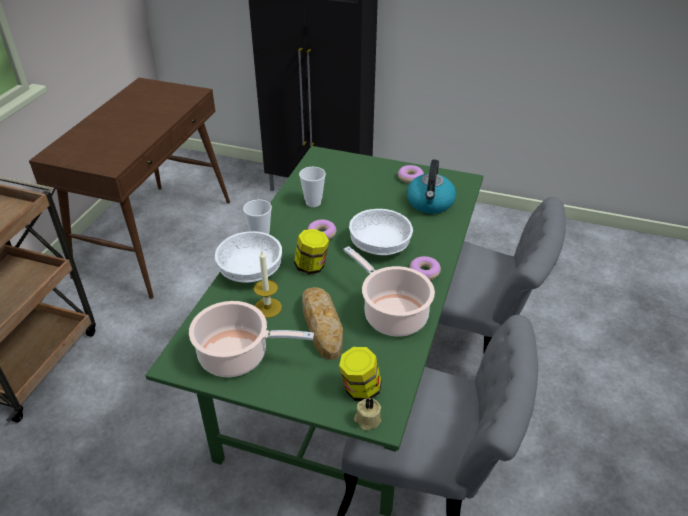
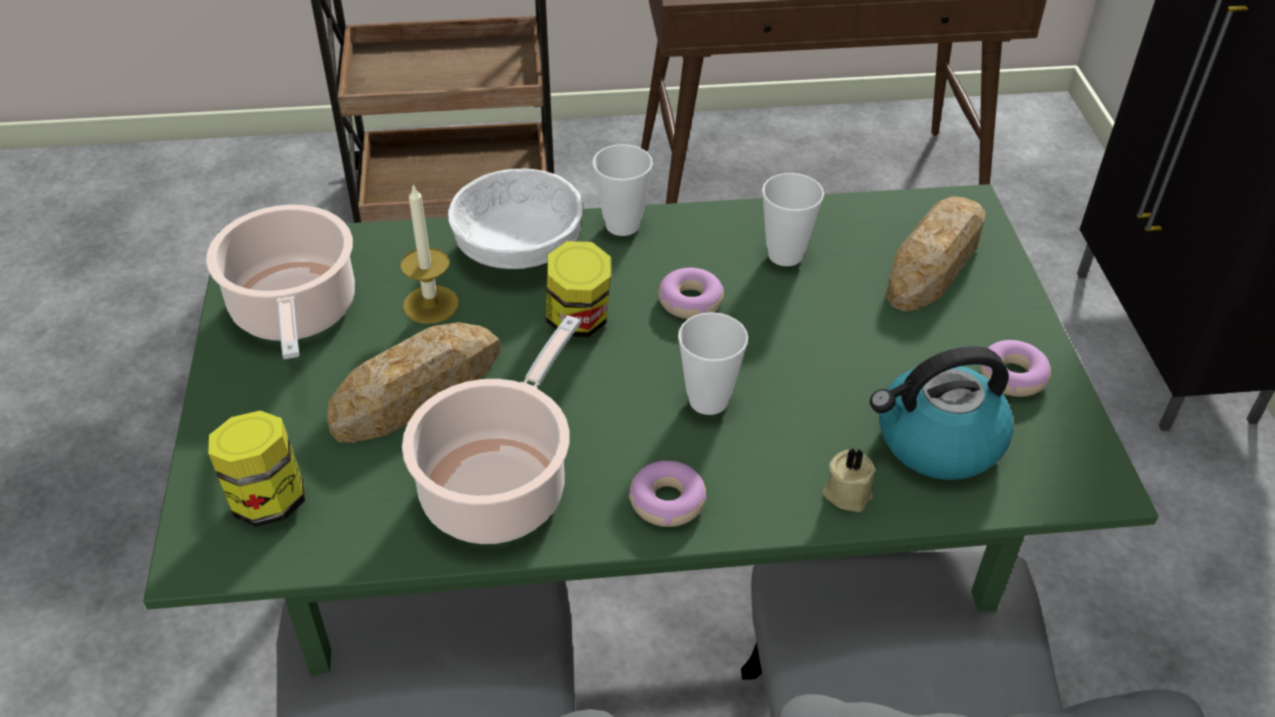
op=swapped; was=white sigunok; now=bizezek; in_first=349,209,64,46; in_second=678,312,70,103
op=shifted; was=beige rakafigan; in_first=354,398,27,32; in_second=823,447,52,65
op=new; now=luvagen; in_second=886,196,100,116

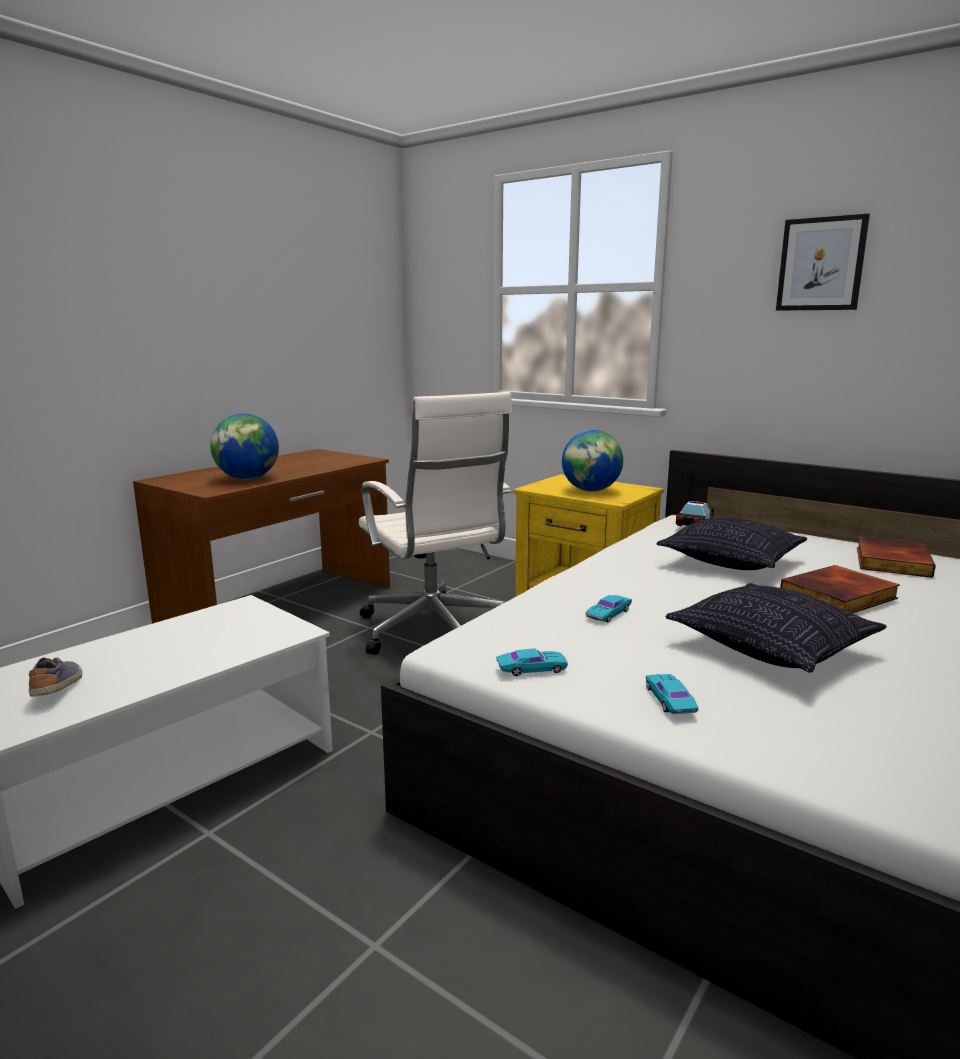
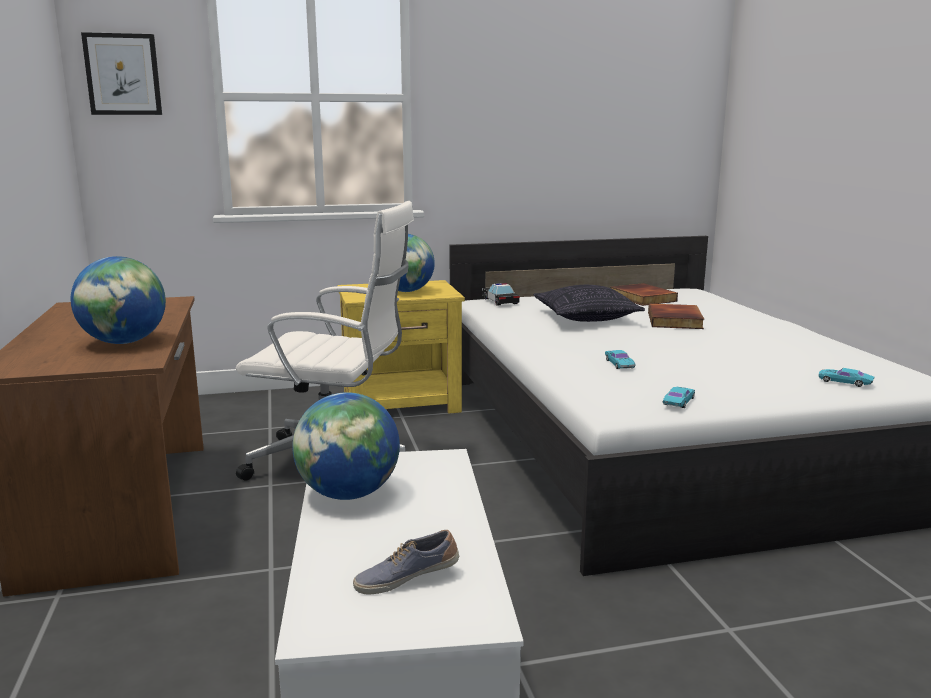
op=rotated; was=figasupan; in_first=29,657,53,40; in_second=353,530,106,64; clockwise=-45
op=shifted; was=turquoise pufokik; in_first=646,674,52,40; in_second=818,368,56,19
op=gone; was=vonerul; in_first=665,583,222,90
op=shifted; was=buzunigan; in_first=776,214,94,97; in_second=81,32,81,83
op=new; now=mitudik; in_second=292,392,108,108

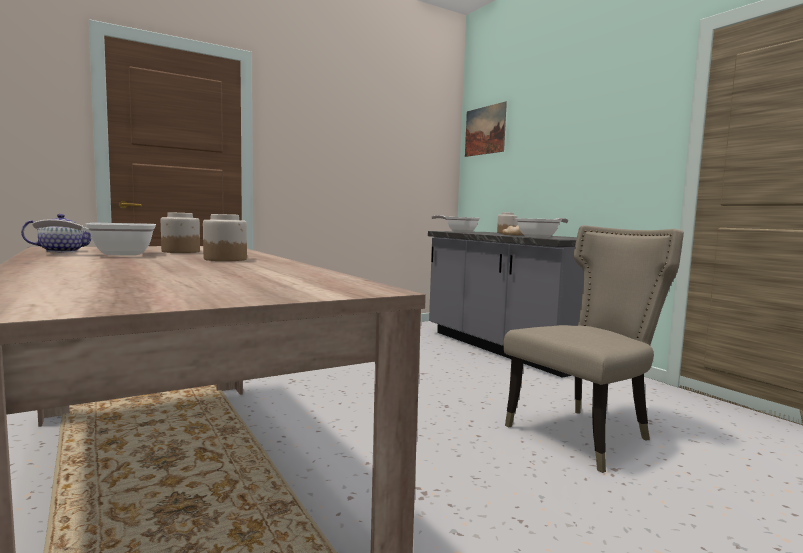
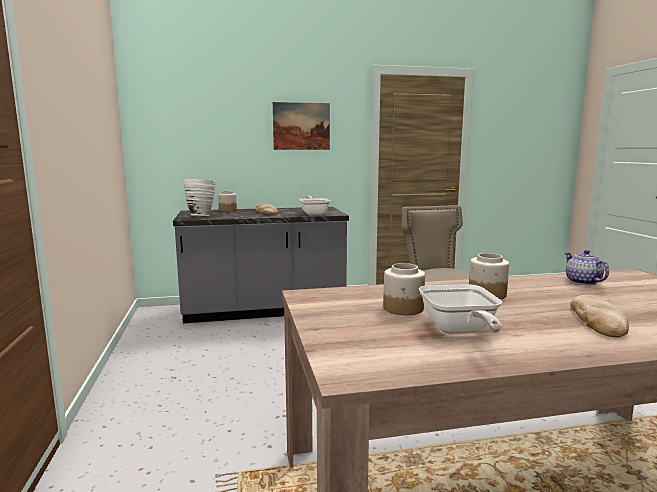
op=shifted; was=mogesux; in_first=21,214,70,38; in_second=565,250,44,35
op=swapped; was=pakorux; now=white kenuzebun; in_first=431,215,49,17; in_second=184,179,32,37
op=shifted; was=buzunigan; in_first=465,101,42,56; in_second=273,102,57,48
op=new; now=luvagen; in_second=571,294,58,43

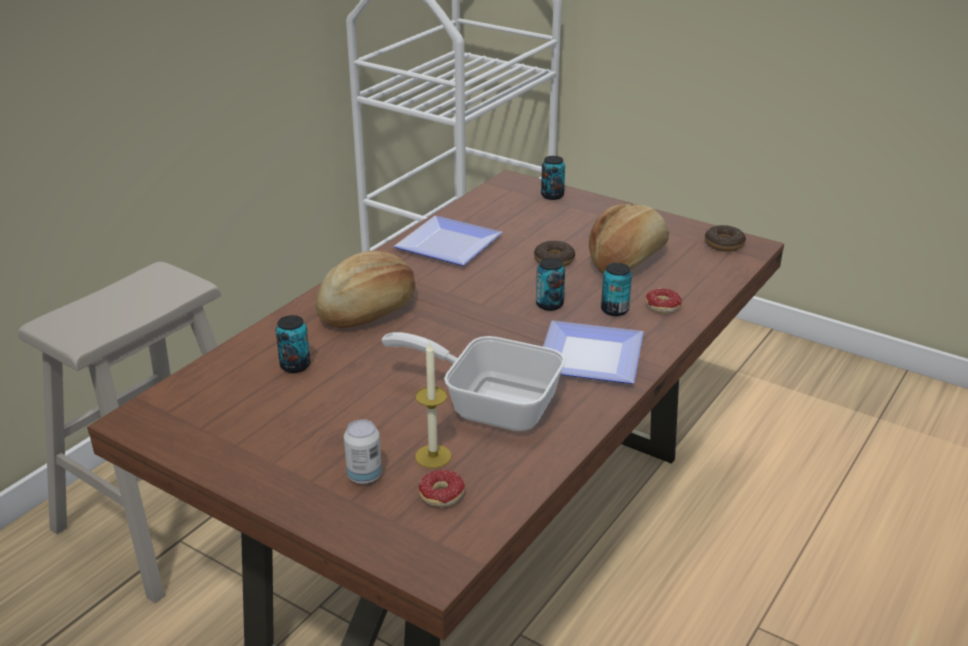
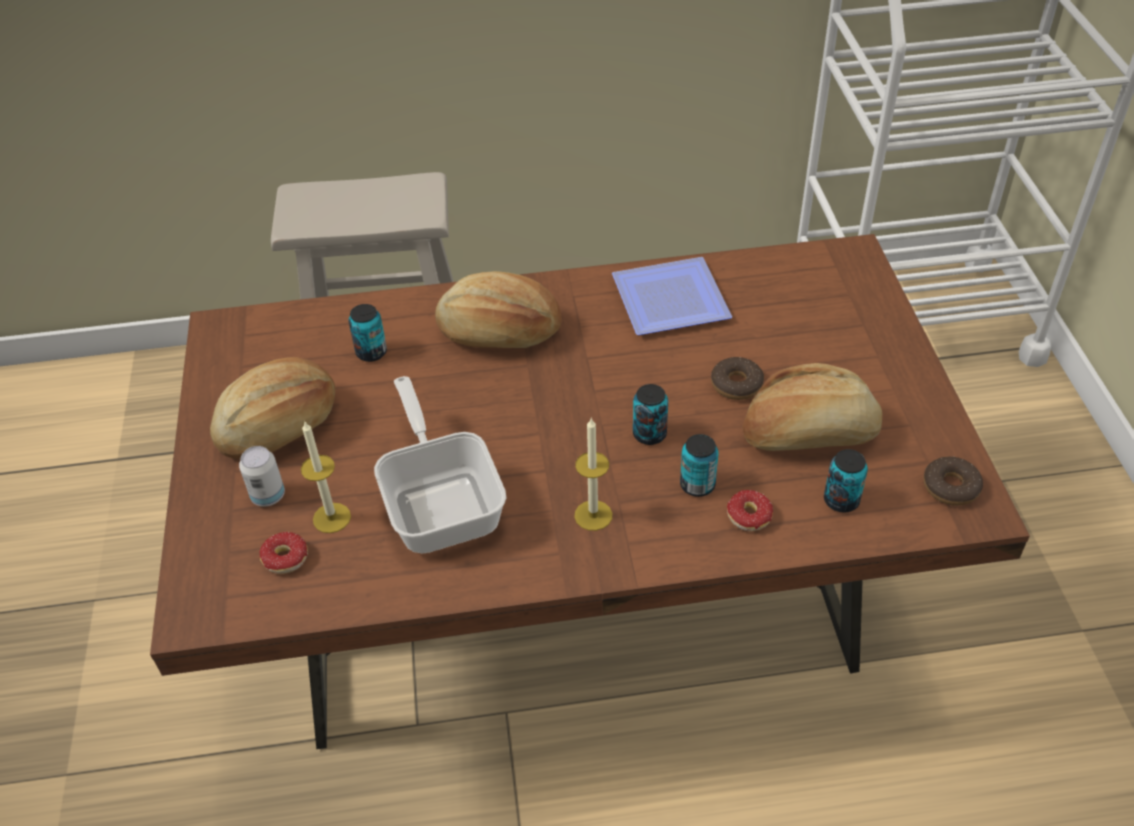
op=shifted; was=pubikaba; in_first=541,156,24,44; in_second=824,449,44,63
op=swapped; was=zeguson; now=rakafigan; in_first=543,321,101,63; in_second=574,417,38,114
op=new; now=luvagen; in_second=210,357,125,103

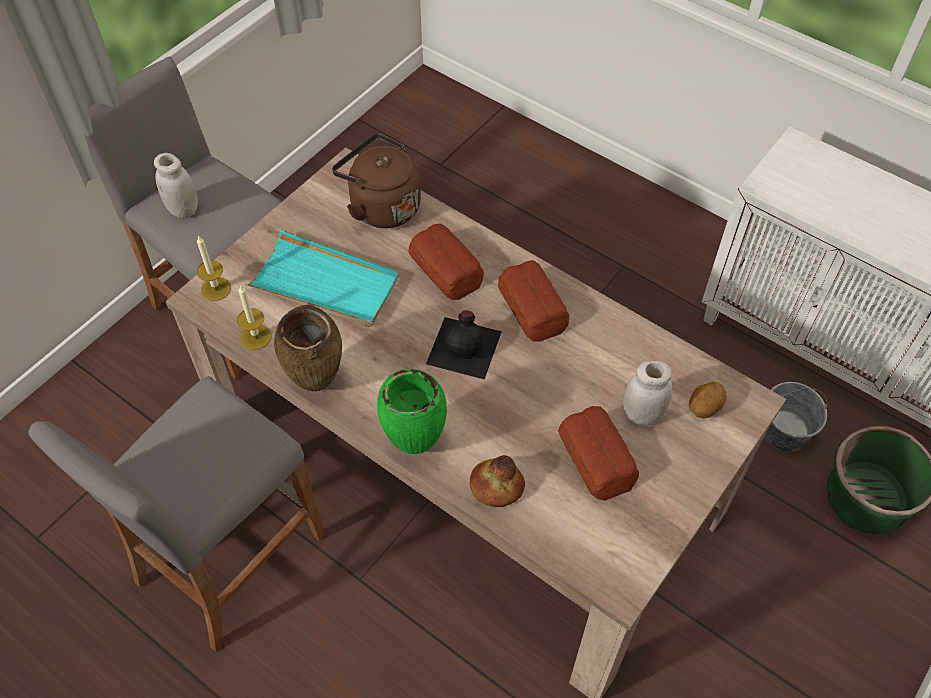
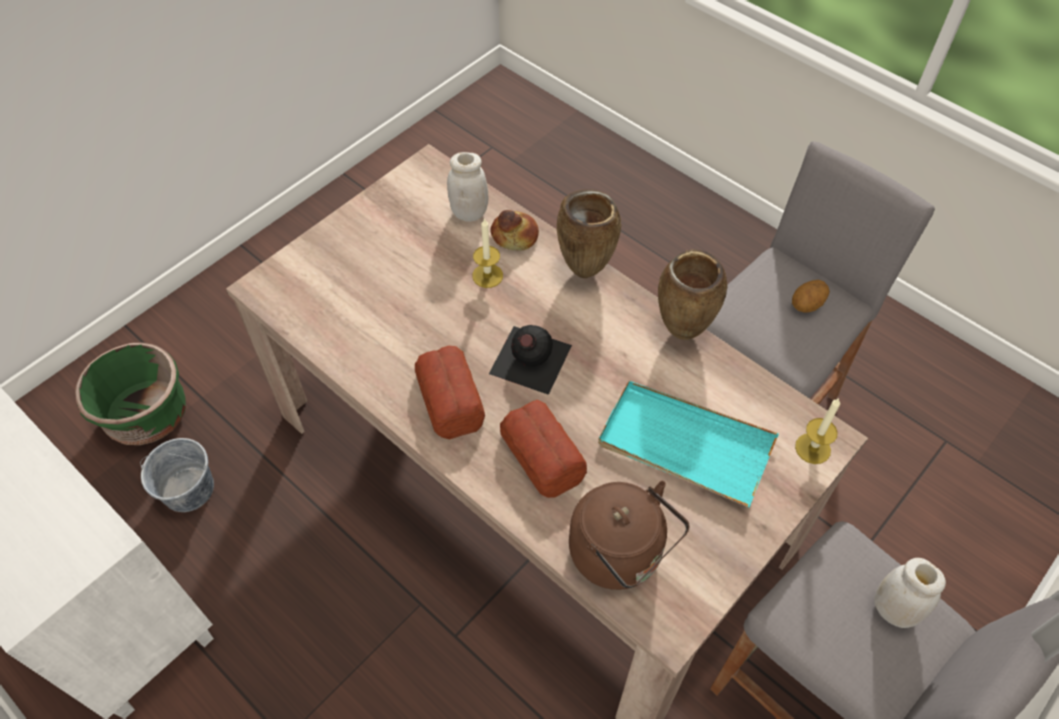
op=shifted; was=rakafigan; in_first=237,285,34,65; in_second=473,218,30,70
op=repainted; was=green kenuzebun; now=brown kenuzebun; in_first=377,369,70,85; in_second=557,189,64,89
op=gone; was=luvagen; in_first=558,406,81,95
op=shifted; was=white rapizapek; in_first=623,361,49,65; in_second=447,152,41,70
op=shifted; was=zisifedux; in_first=689,382,38,37; in_second=792,280,38,33

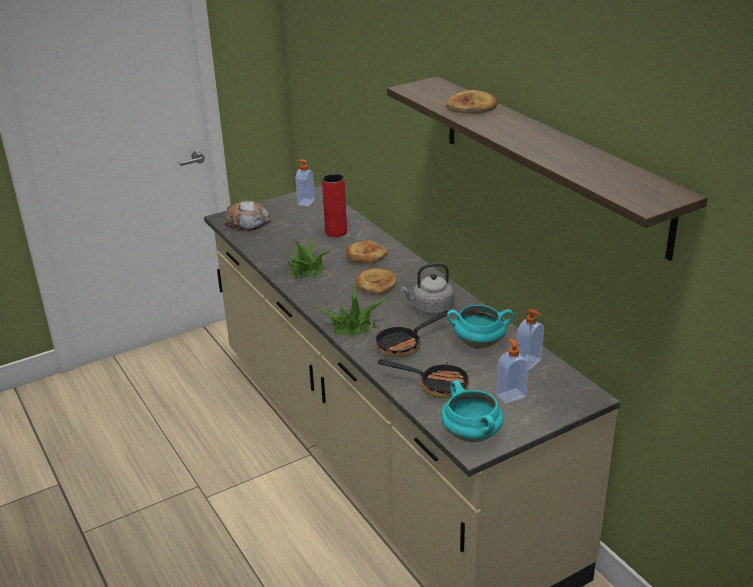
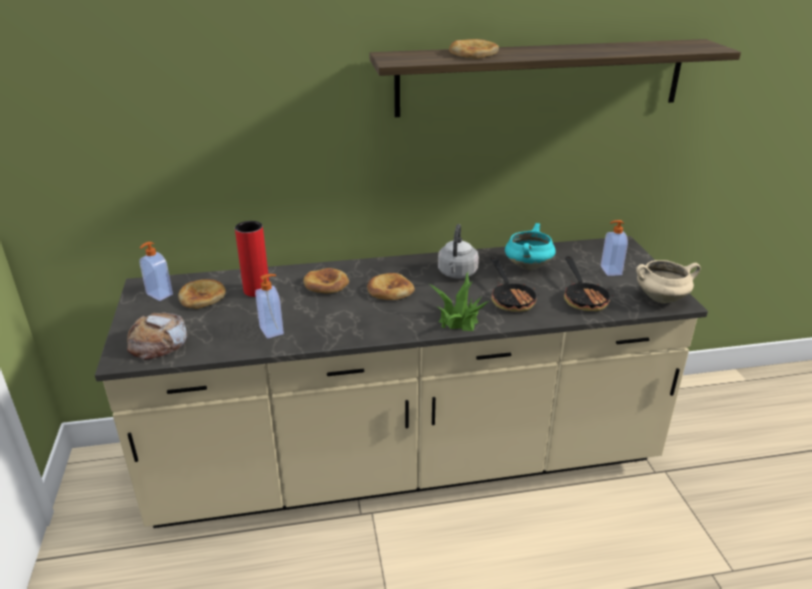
op=gone; was=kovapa; in_first=282,238,49,41
op=rotated; was=pakorux; in_first=378,359,91,40; in_second=564,256,49,55; clockwise=135
op=repainted; was=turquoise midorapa; now=beige midorapa; in_first=441,380,62,62; in_second=636,260,65,43
op=shifted; was=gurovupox; in_first=516,309,28,61; in_second=255,274,29,65
op=new; now=luvagen; in_second=178,279,48,30

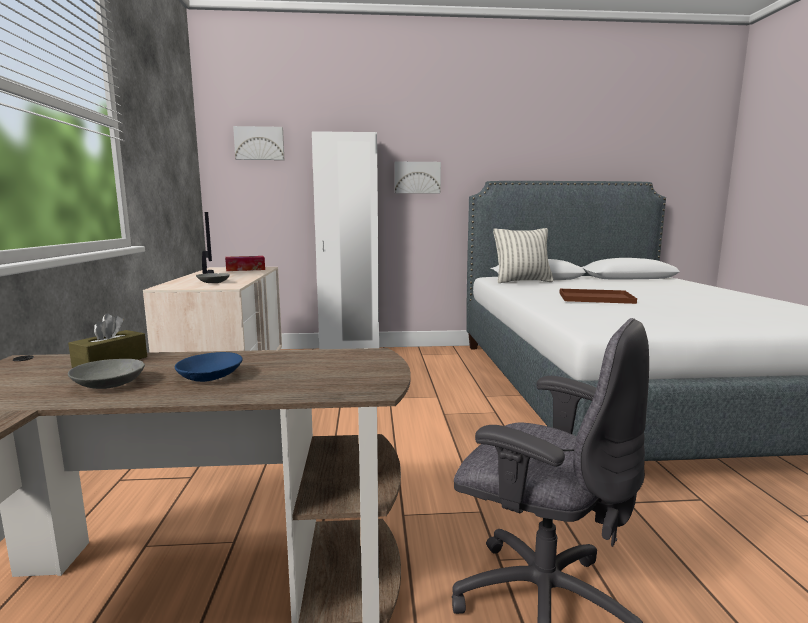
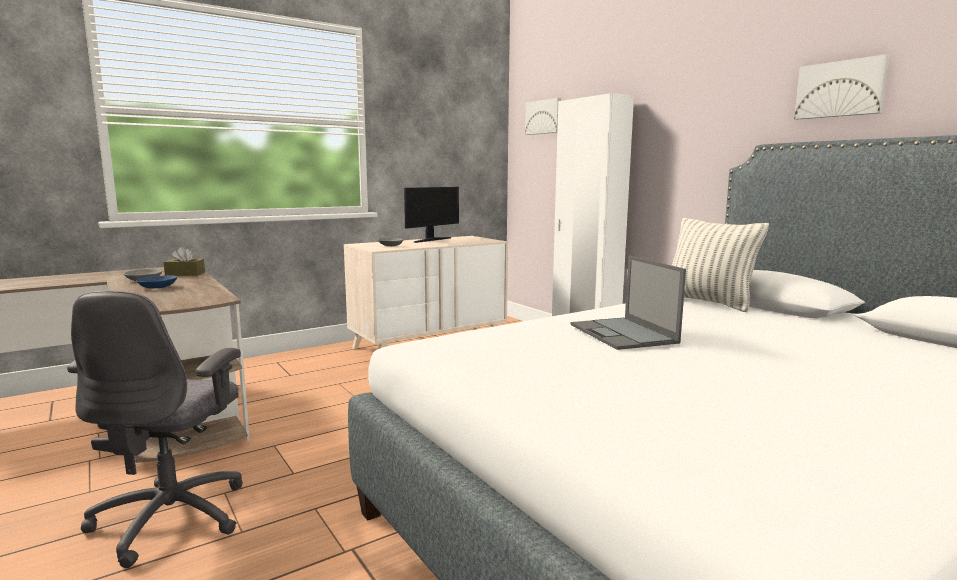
op=gone; was=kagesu; in_first=225,256,40,15
op=shifted; was=buzunigan; in_first=395,162,46,32; in_second=794,54,96,66
op=swapped; was=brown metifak; now=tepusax; in_first=560,289,77,15; in_second=571,256,115,94

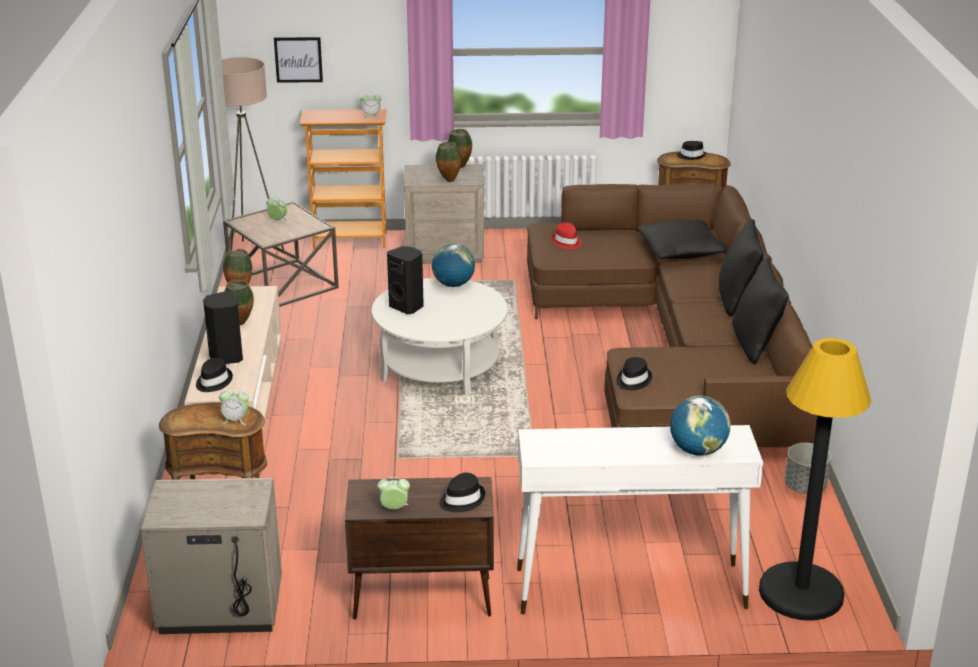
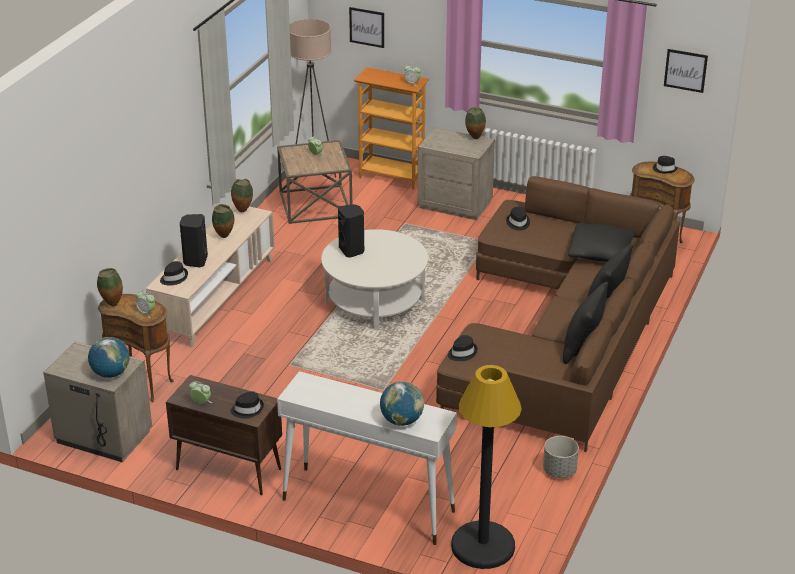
op=shifted; was=mitudik; in_first=432,243,43,44; in_second=88,337,41,41
op=shifted; was=kenuzebun; in_first=436,142,25,40; in_second=97,268,26,38
op=repainted; was=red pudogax; now=black pudogax; in_first=552,223,29,26; in_second=506,207,24,24
op=new; now=buzunigan; in_second=664,49,44,44

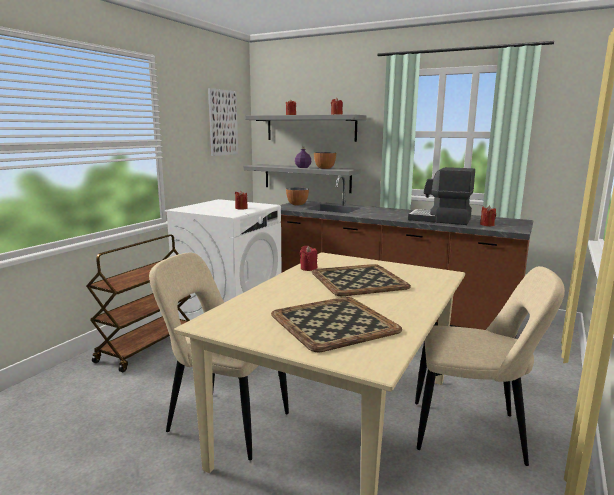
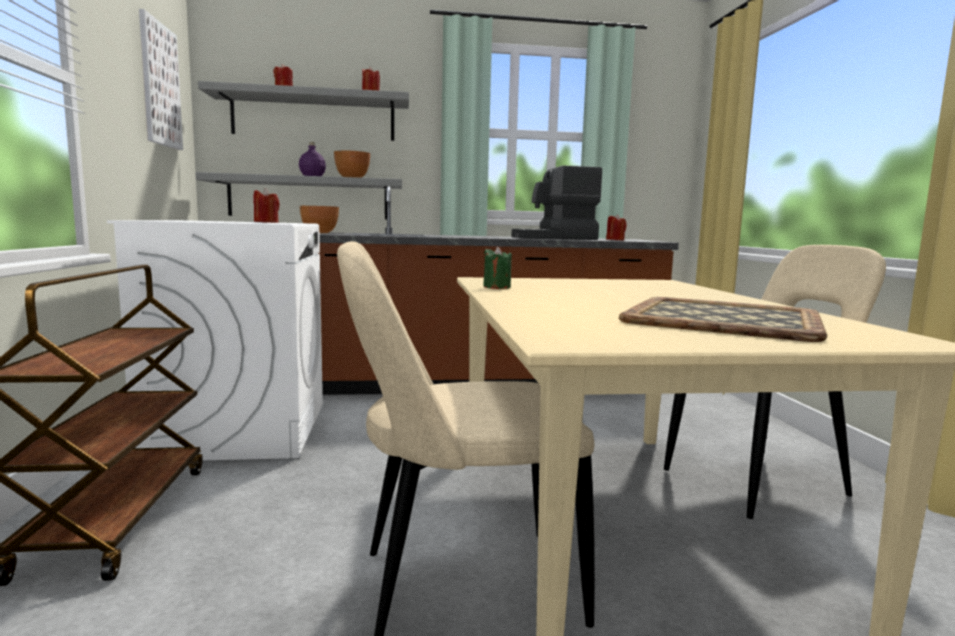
op=repainted; was=red rakafigan; now=green rakafigan; in_first=300,246,17,25; in_second=483,246,29,43
op=gone; was=metifak; in_first=312,264,99,32

